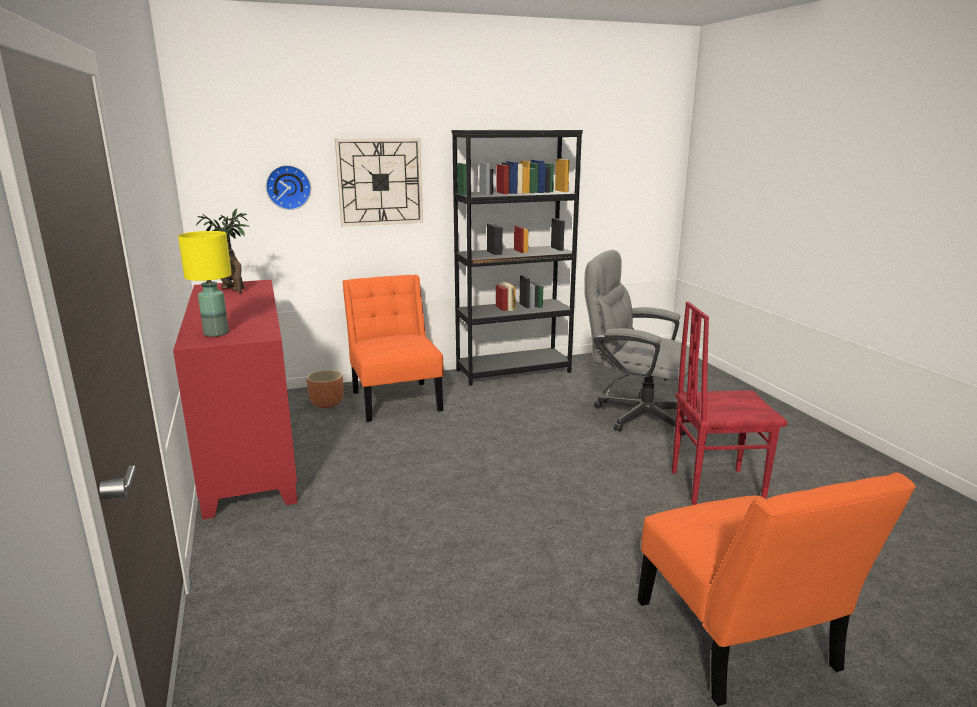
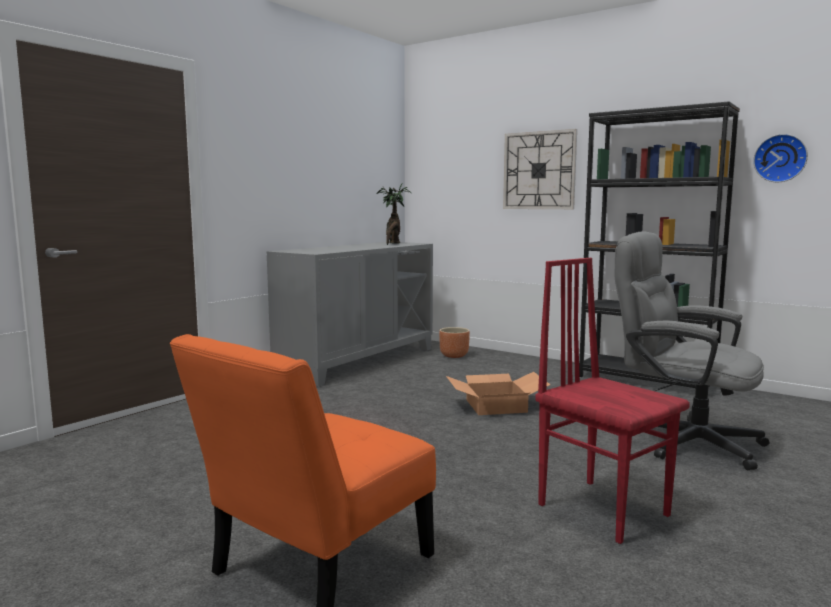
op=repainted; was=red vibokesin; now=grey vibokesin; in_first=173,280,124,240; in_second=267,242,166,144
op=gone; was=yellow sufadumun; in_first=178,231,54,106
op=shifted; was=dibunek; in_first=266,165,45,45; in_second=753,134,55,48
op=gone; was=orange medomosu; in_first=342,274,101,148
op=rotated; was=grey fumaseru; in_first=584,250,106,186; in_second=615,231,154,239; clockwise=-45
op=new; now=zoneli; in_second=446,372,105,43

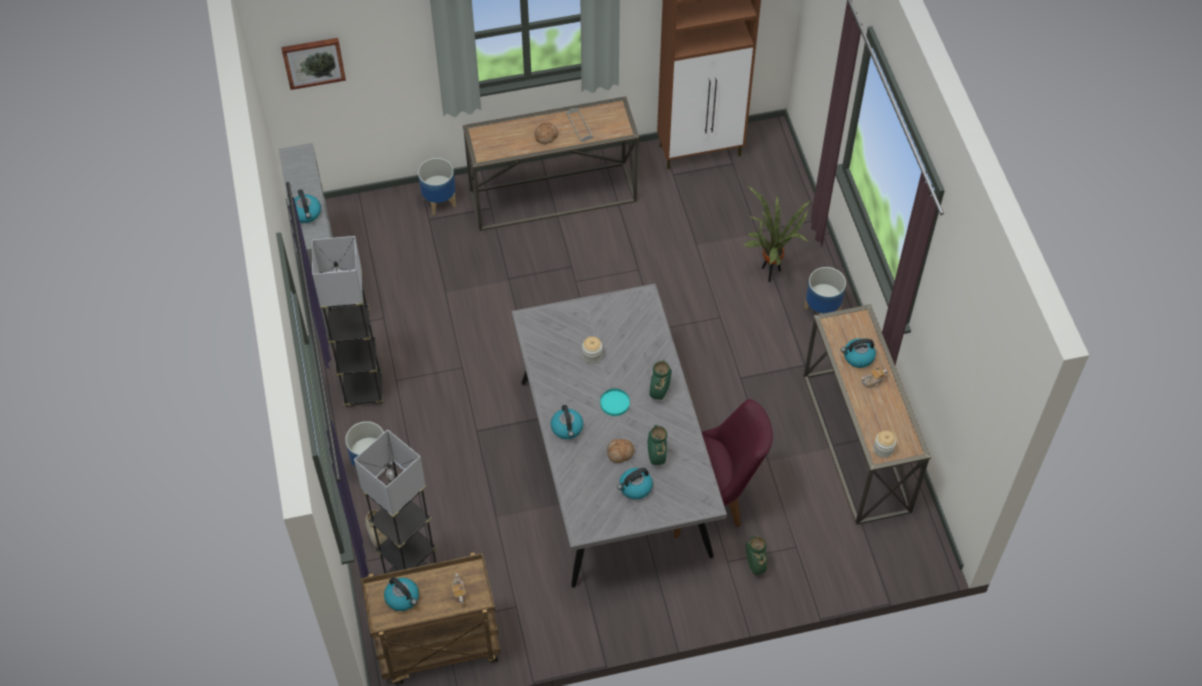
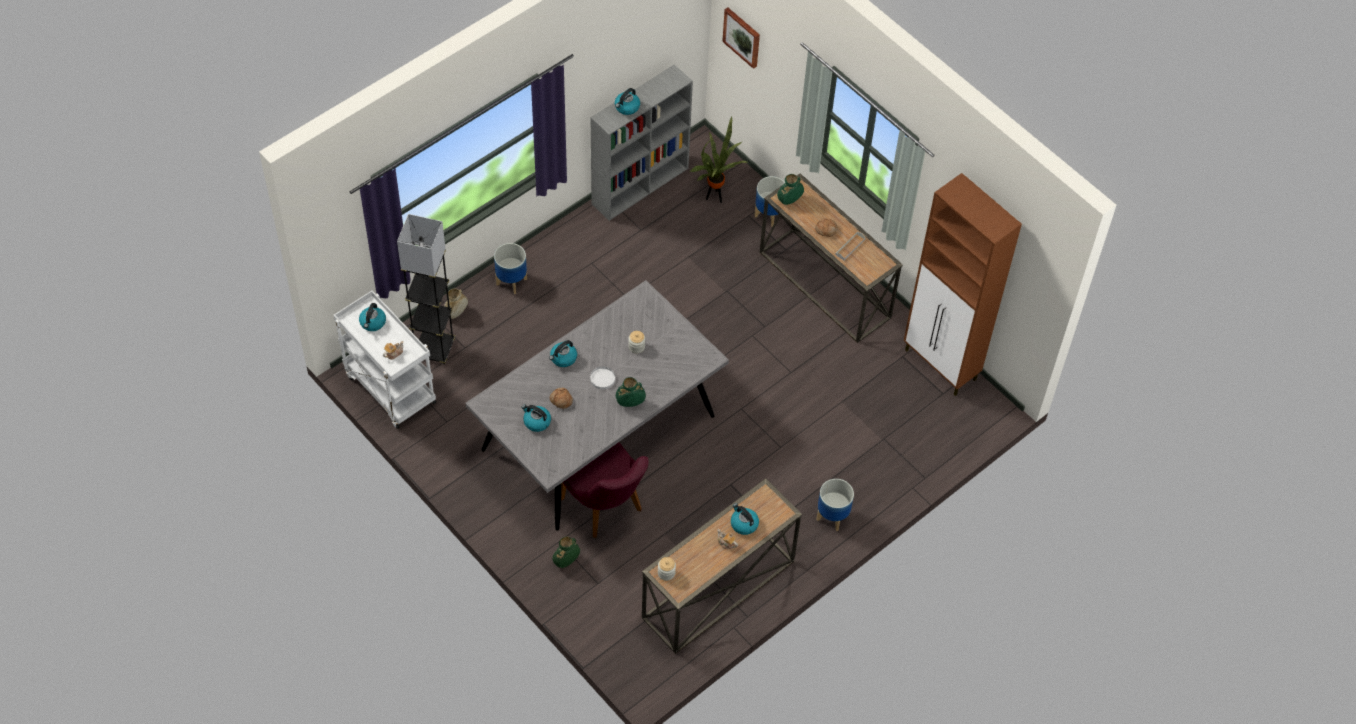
op=gone; was=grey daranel; in_first=312,236,71,171
op=repainted; was=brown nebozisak; now=white nebozisak; in_first=361,553,139,132; in_second=334,291,102,138
op=repainted; was=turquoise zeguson; now=white zeguson; in_first=600,388,30,28; in_second=590,367,25,22
op=shifted; was=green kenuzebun; in_first=648,425,19,40; in_second=777,174,27,31
op=shifted; was=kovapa; in_first=743,185,69,97; in_second=690,117,59,86

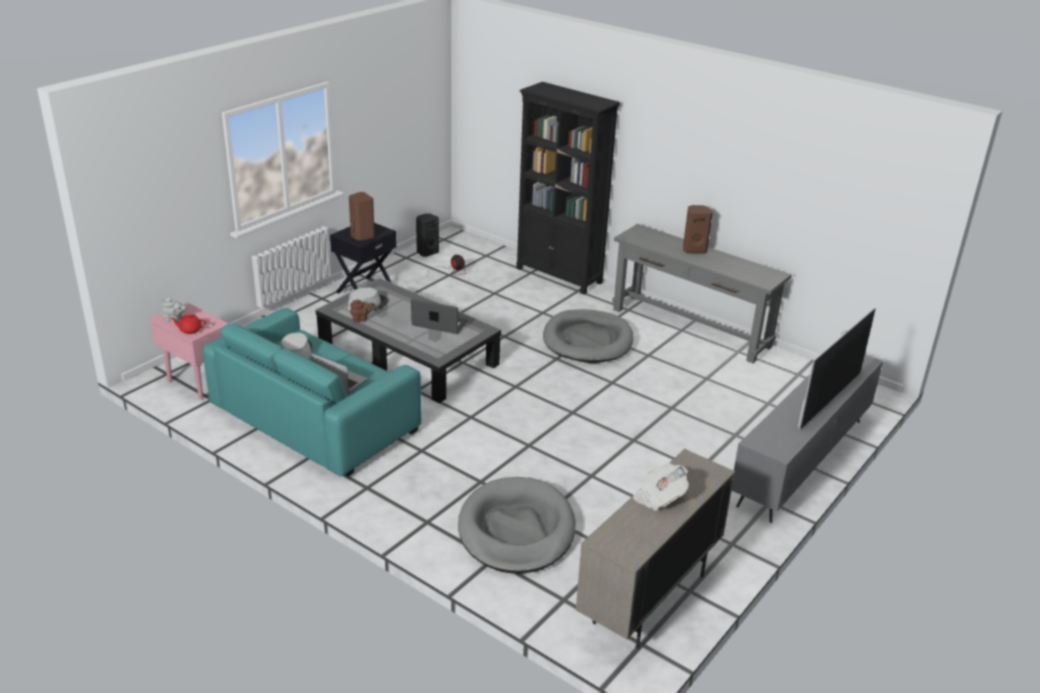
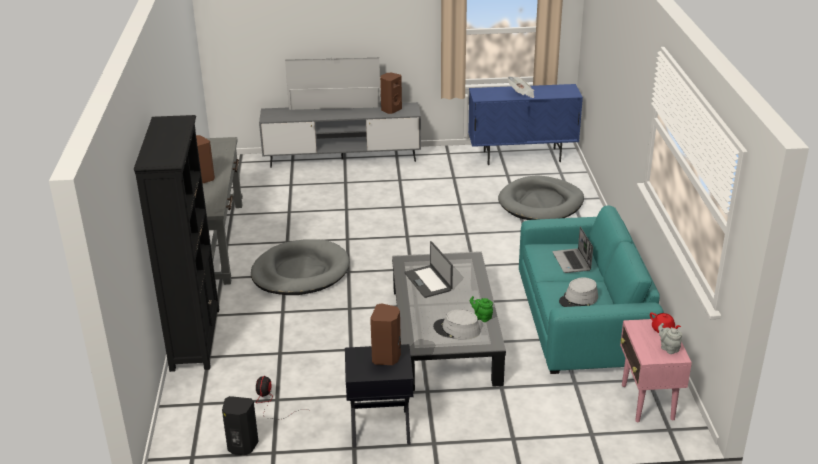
op=repainted; was=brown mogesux; now=green mogesux; in_first=350,299,25,24; in_second=470,296,23,26
op=repainted; was=beige vibokesin; now=blue vibokesin; in_first=576,449,159,200; in_second=468,84,115,81
op=new; now=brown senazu; in_second=380,72,22,42

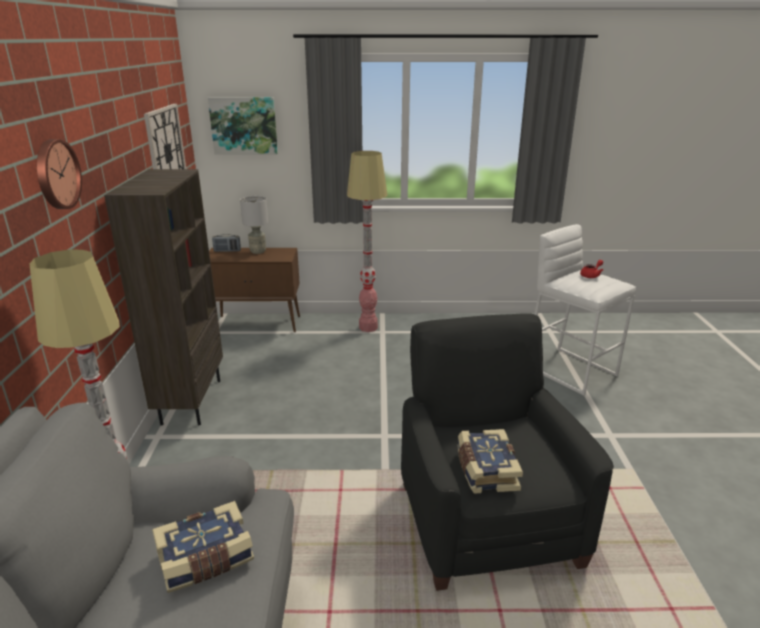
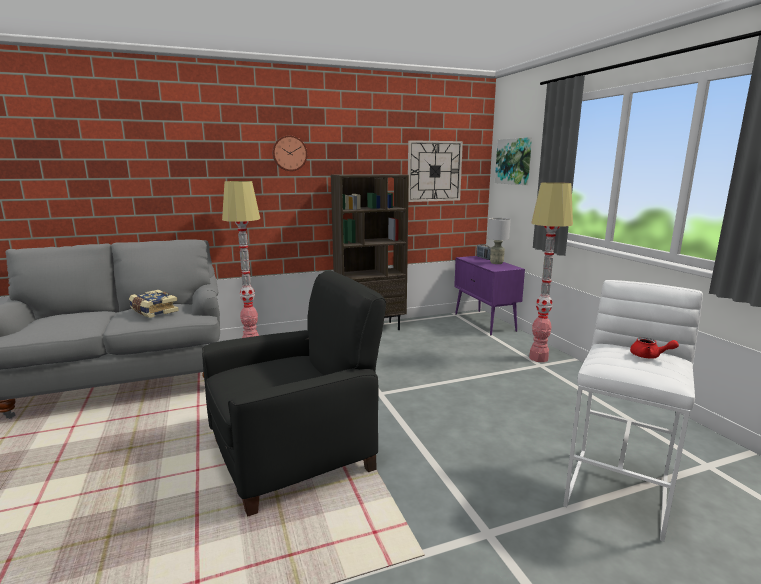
op=repainted; was=brown vibokesin; now=purple vibokesin; in_first=209,248,91,84; in_second=454,256,71,79
op=gone; was=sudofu; in_first=457,429,66,65

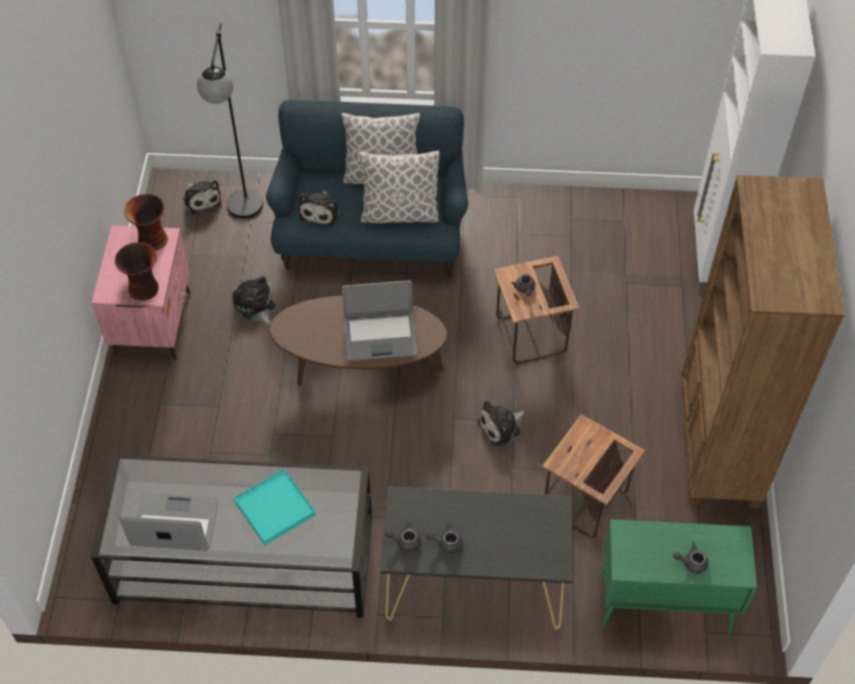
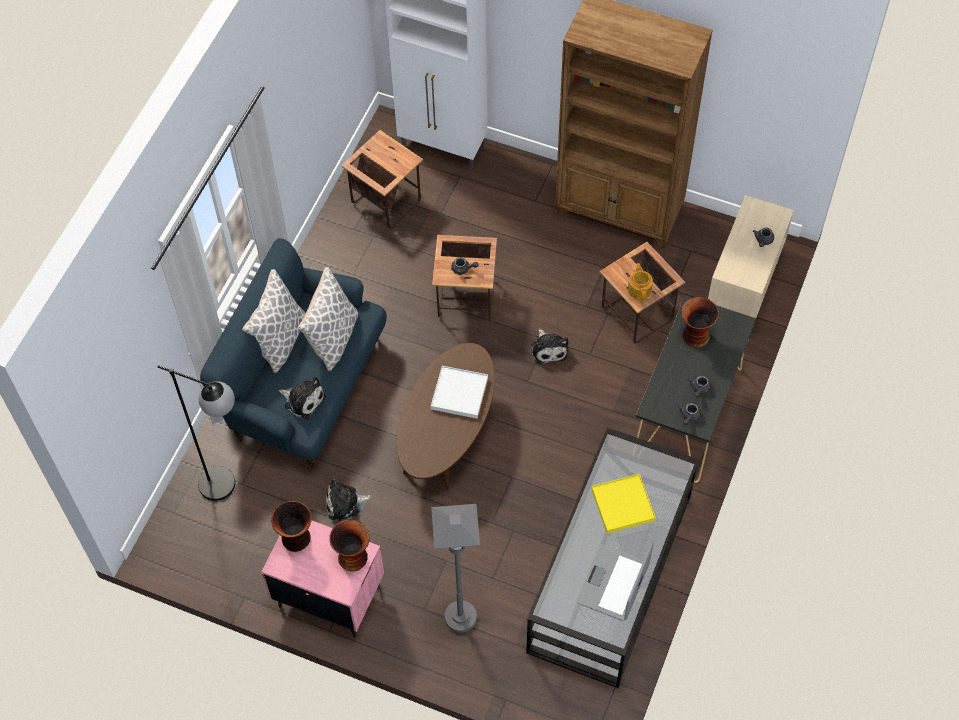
op=gone; was=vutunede; in_first=183,180,39,35
op=repainted; was=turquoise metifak; now=yellow metifak; in_first=234,469,82,76; in_second=591,474,65,60
op=swapped; was=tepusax; now=white metifak; in_first=342,280,75,81; in_second=431,366,57,53
op=repainted; was=green vibokesin; now=beige vibokesin; in_first=600,519,157,116; in_second=708,195,86,123
op=new; now=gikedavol; in_second=341,130,82,99
op=new; now=grey daranel; in_second=431,504,49,129
op=new; now=mogesux; in_second=628,263,25,38
op=new; now=kenuzebun; in_second=681,297,38,51

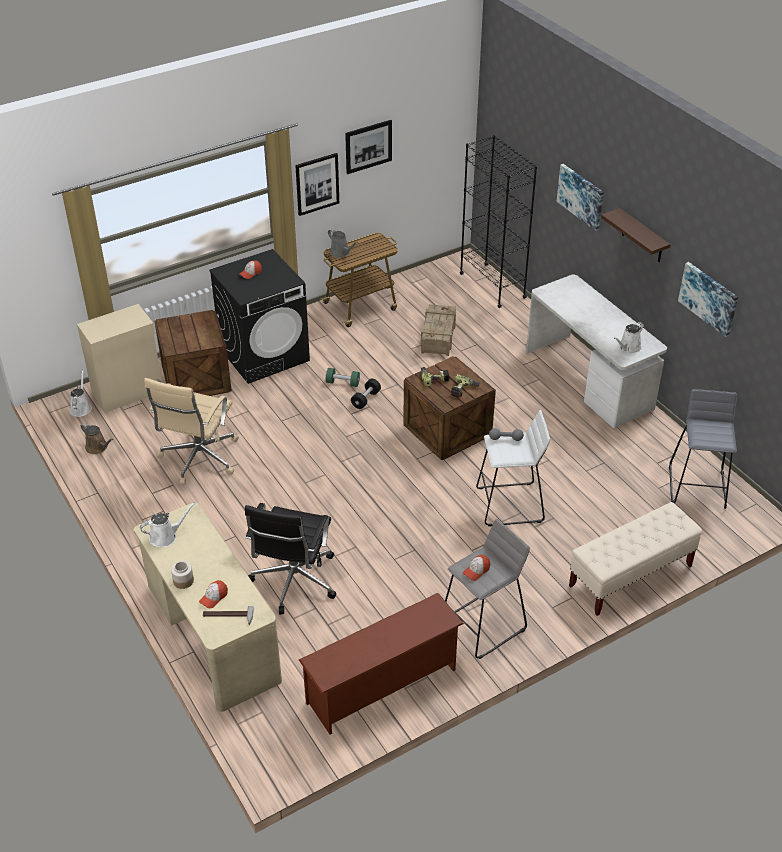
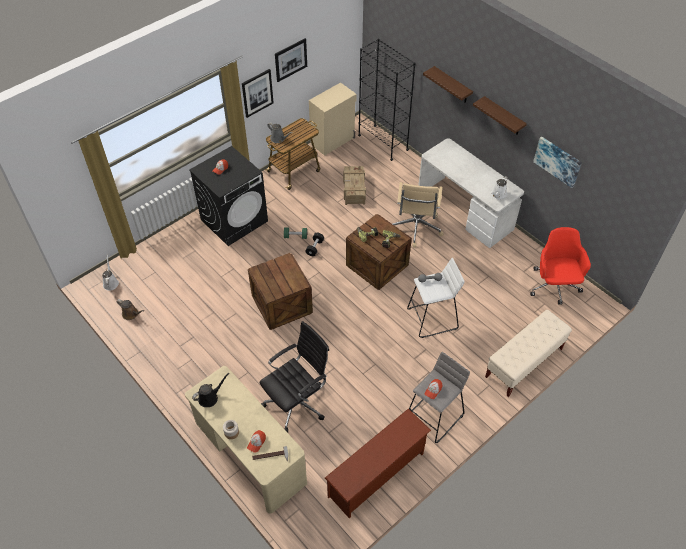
op=shifted; was=beige vibokesin; in_first=77,304,85,109; in_second=309,82,48,74
op=repainted; was=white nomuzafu; now=black nomuzafu; in_first=140,502,56,45; in_second=192,373,37,34
op=shifted; was=beige fumaseru; in_first=144,378,95,107; in_second=393,182,51,66
op=shifted; was=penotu; in_first=155,310,77,86; in_second=248,253,65,77
op=rotated; was=black fumaseru; in_first=245,503,91,111; in_second=259,321,70,112; clockwise=-135
op=swapped; was=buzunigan; now=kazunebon; in_first=557,164,47,67; in_second=423,66,50,37
op=swapped; was=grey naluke; now=red fumaseru; in_first=669,389,68,120; in_second=530,227,61,78

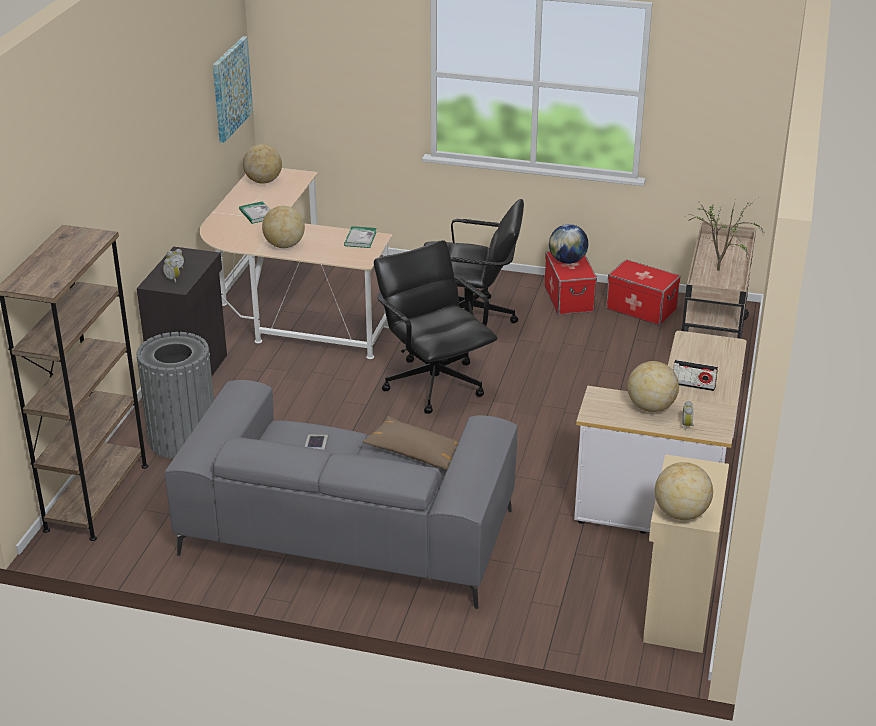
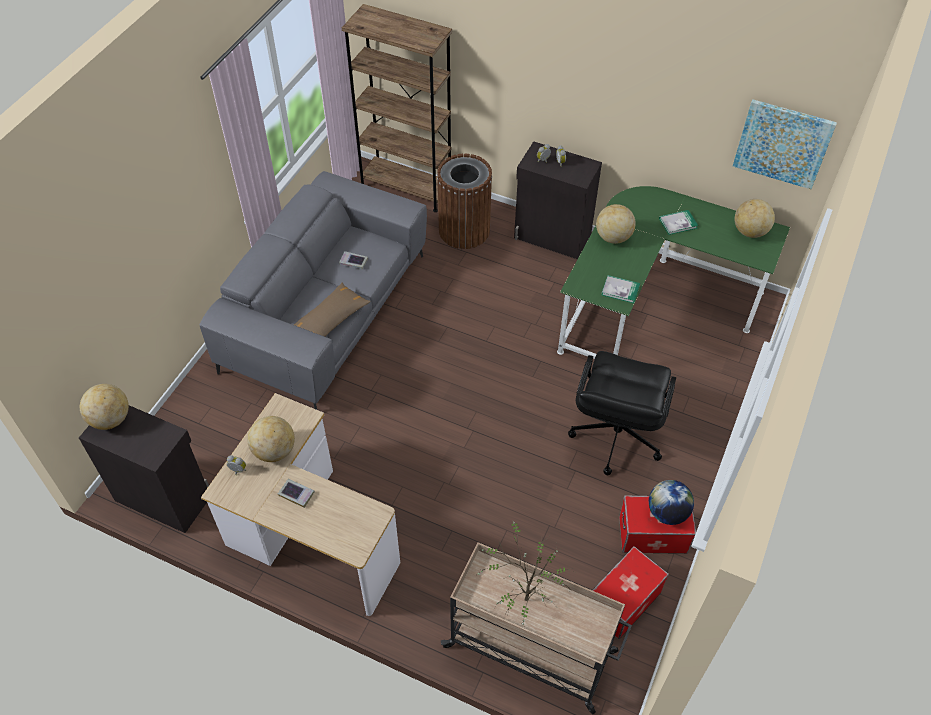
op=repainted; was=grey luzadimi; now=brown luzadimi; in_first=136,332,78,127; in_second=437,154,55,95
op=repainted; was=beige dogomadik; now=green dogomadik; in_first=200,168,193,191; in_second=557,186,233,173
op=gone; was=black fumaseru; in_first=374,240,123,174
op=repainted; was=beige vibokesin; now=black vibokesin; in_first=643,454,86,199; in_second=79,405,130,128
op=swapped; was=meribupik; now=sudofu; in_first=673,360,45,31; in_second=278,479,36,29

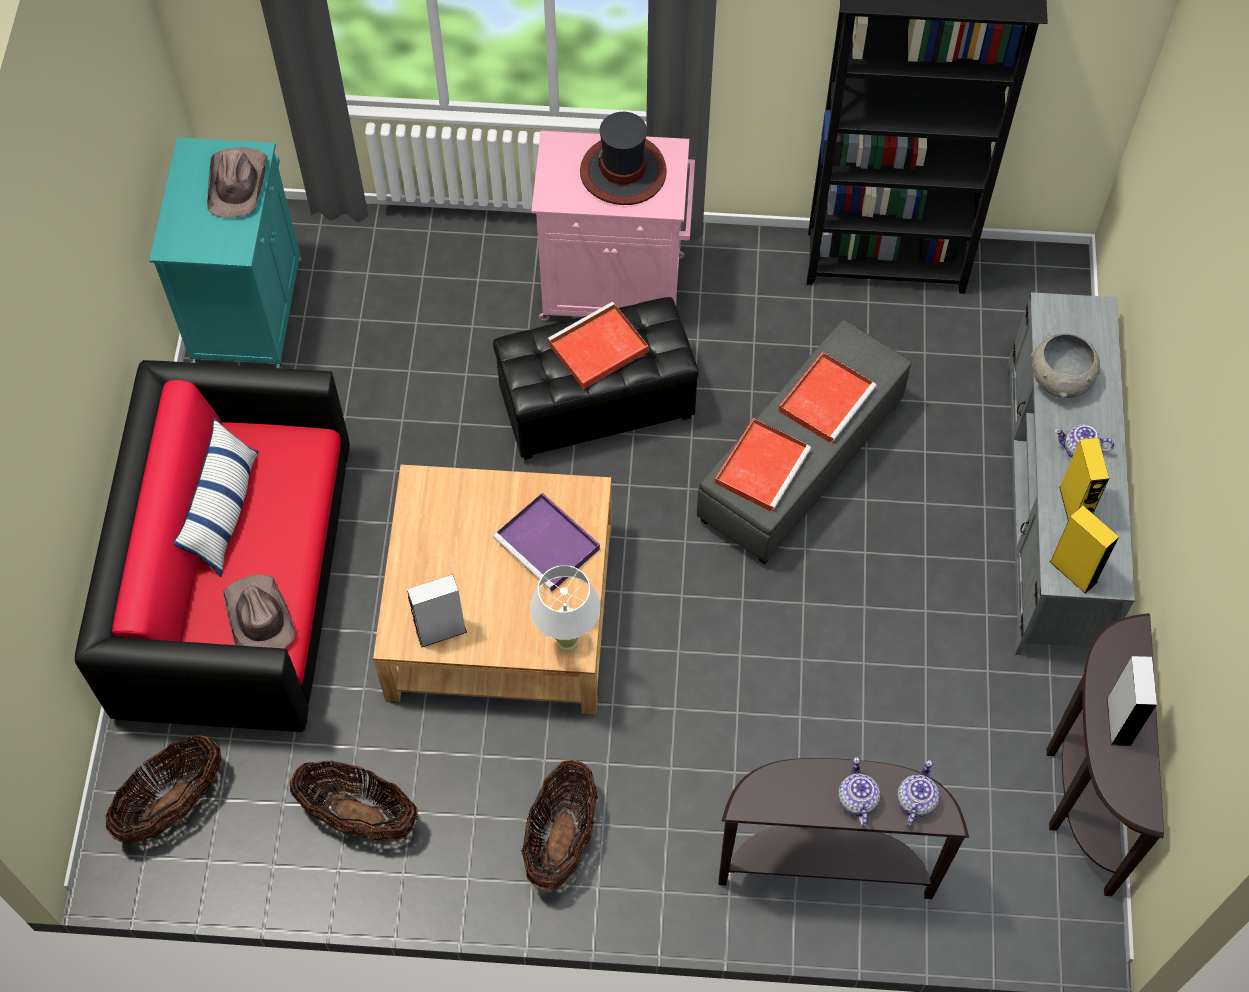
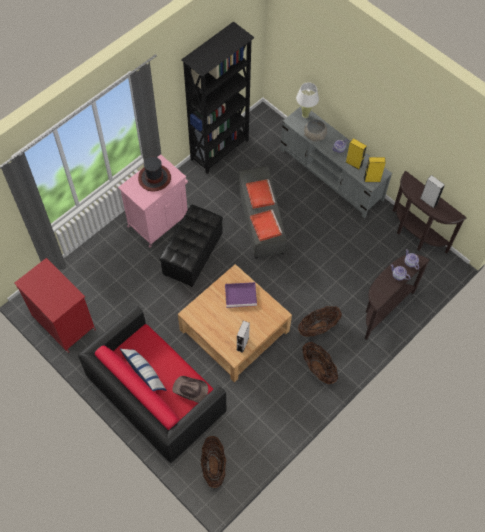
op=repainted; was=turquoise vibokesin; now=red vibokesin; in_first=149,137,152,231; in_second=14,258,82,95
op=gone; was=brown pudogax; in_first=207,147,61,71
op=shifted; was=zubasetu; in_first=289,760,129,81; in_second=298,306,44,31
op=shifted; was=white sufadumun; in_first=530,565,70,86; in_second=296,82,23,36
op=gone; was=red metifak; in_first=548,302,101,87

